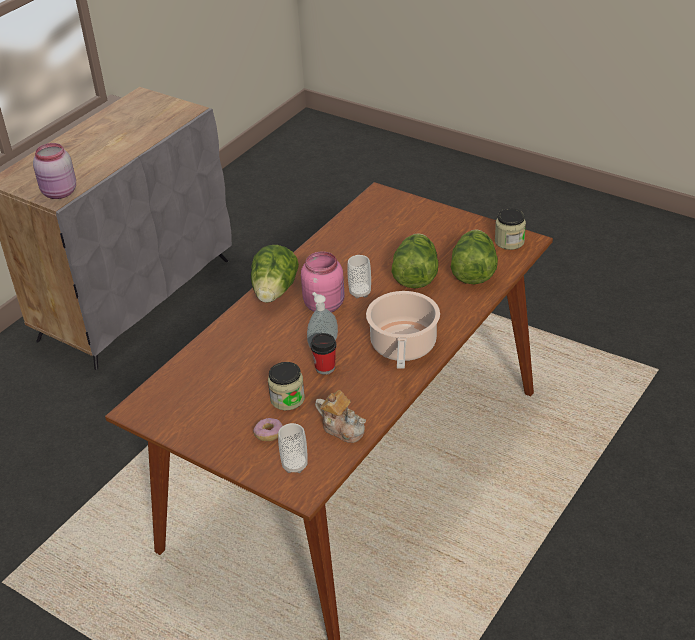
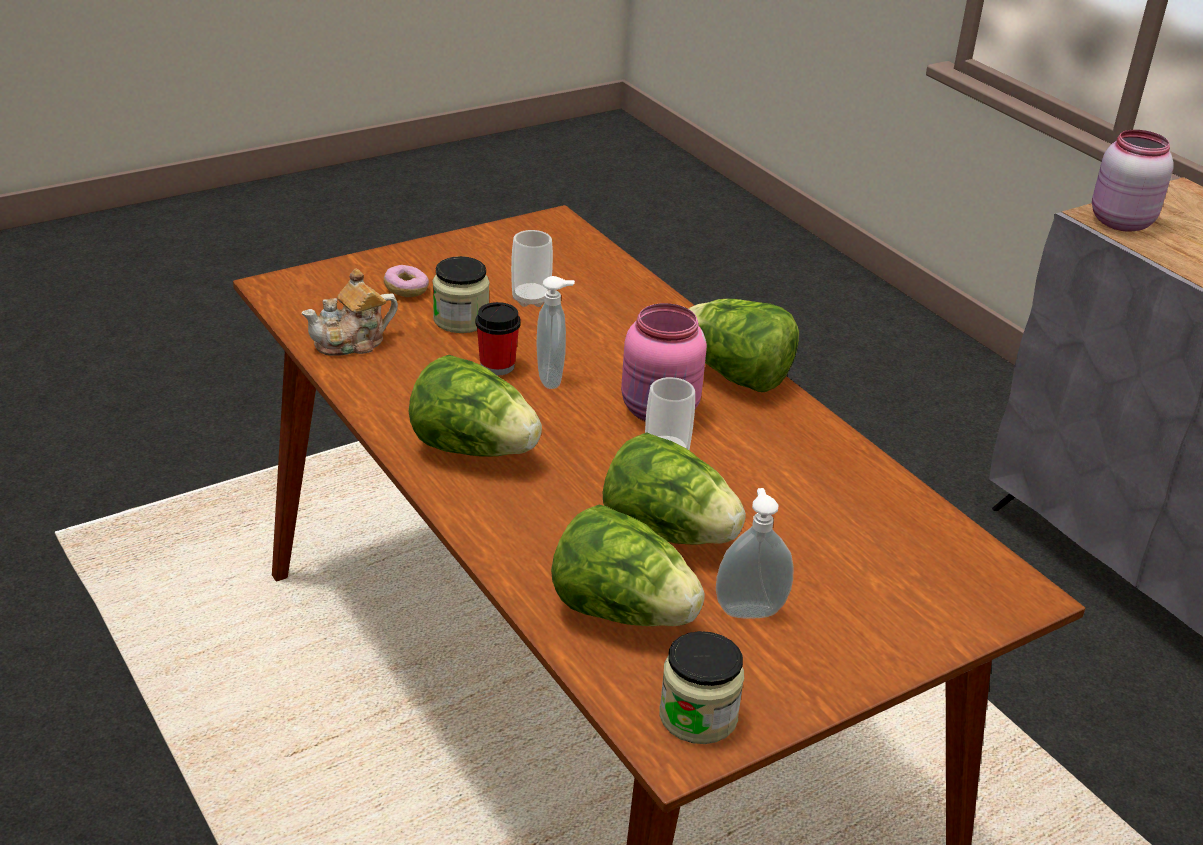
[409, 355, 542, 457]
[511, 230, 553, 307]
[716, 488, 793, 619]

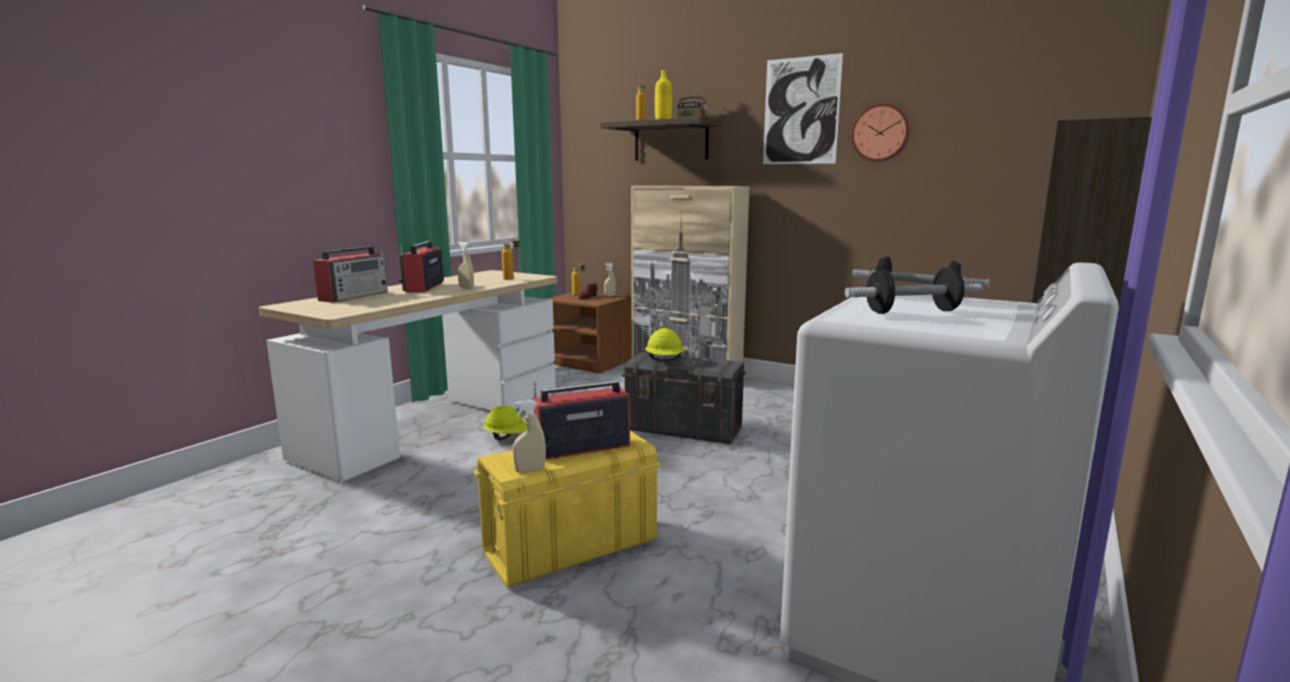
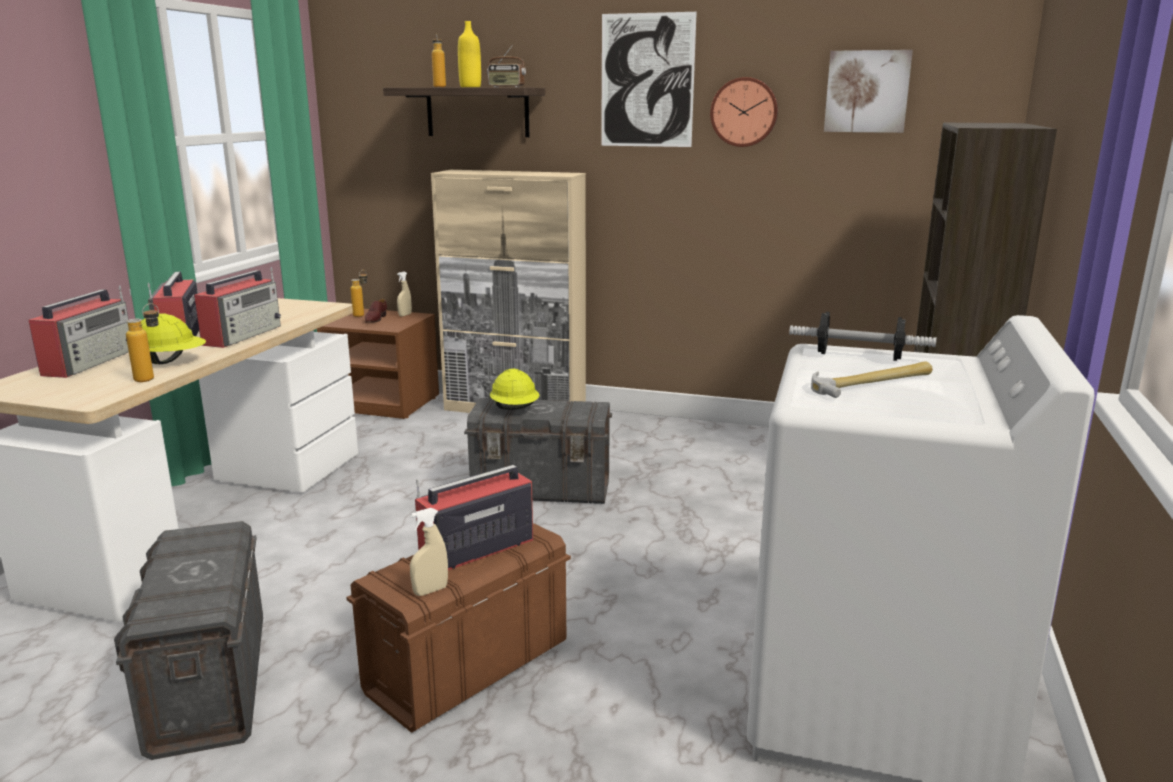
[126, 303, 159, 382]
[194, 267, 281, 348]
[811, 361, 933, 398]
[141, 313, 206, 364]
[346, 523, 571, 733]
[824, 50, 913, 133]
[114, 521, 263, 760]

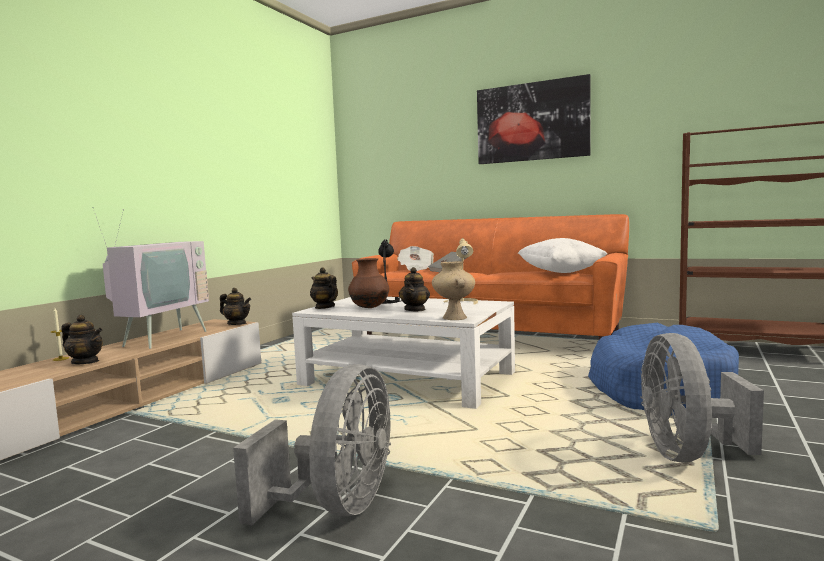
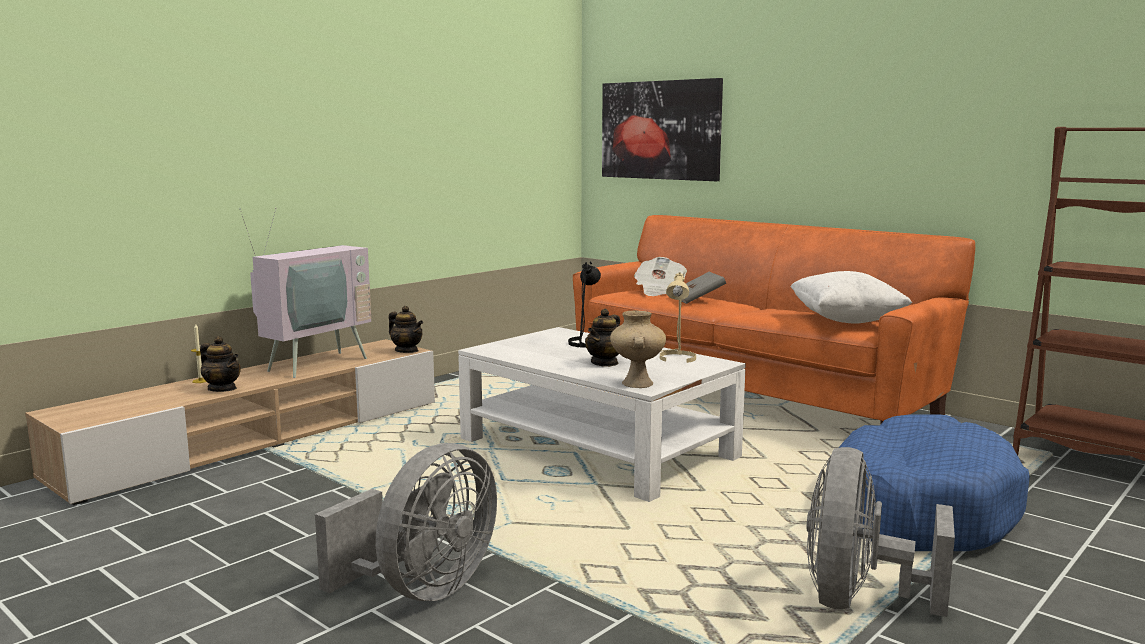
[602, 78, 723, 181]
[348, 258, 389, 308] (first image)
[310, 267, 338, 309] (first image)

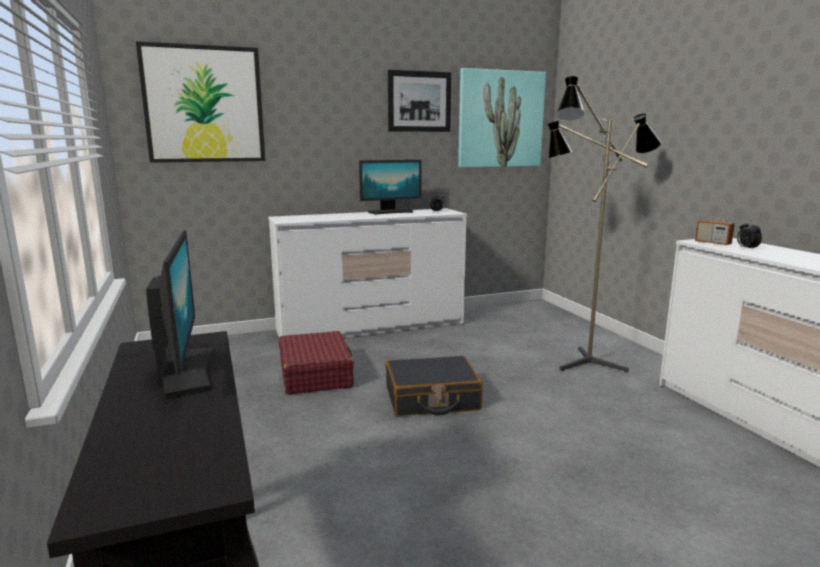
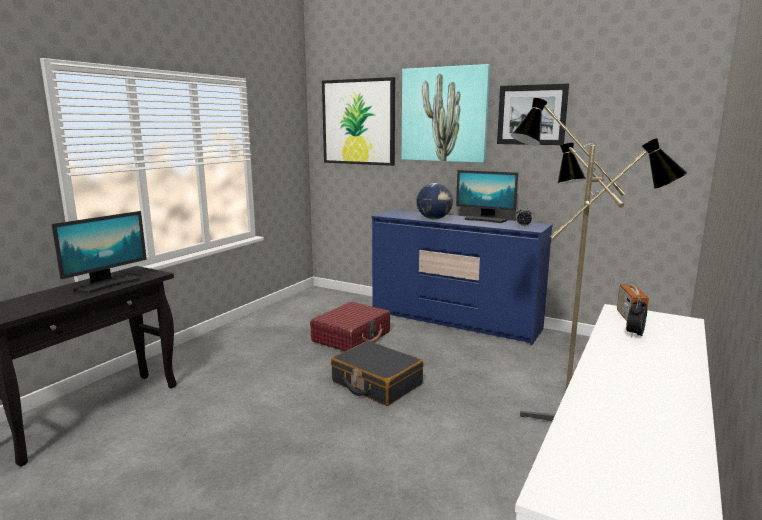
[401, 64, 490, 163]
[372, 210, 553, 345]
[416, 183, 453, 219]

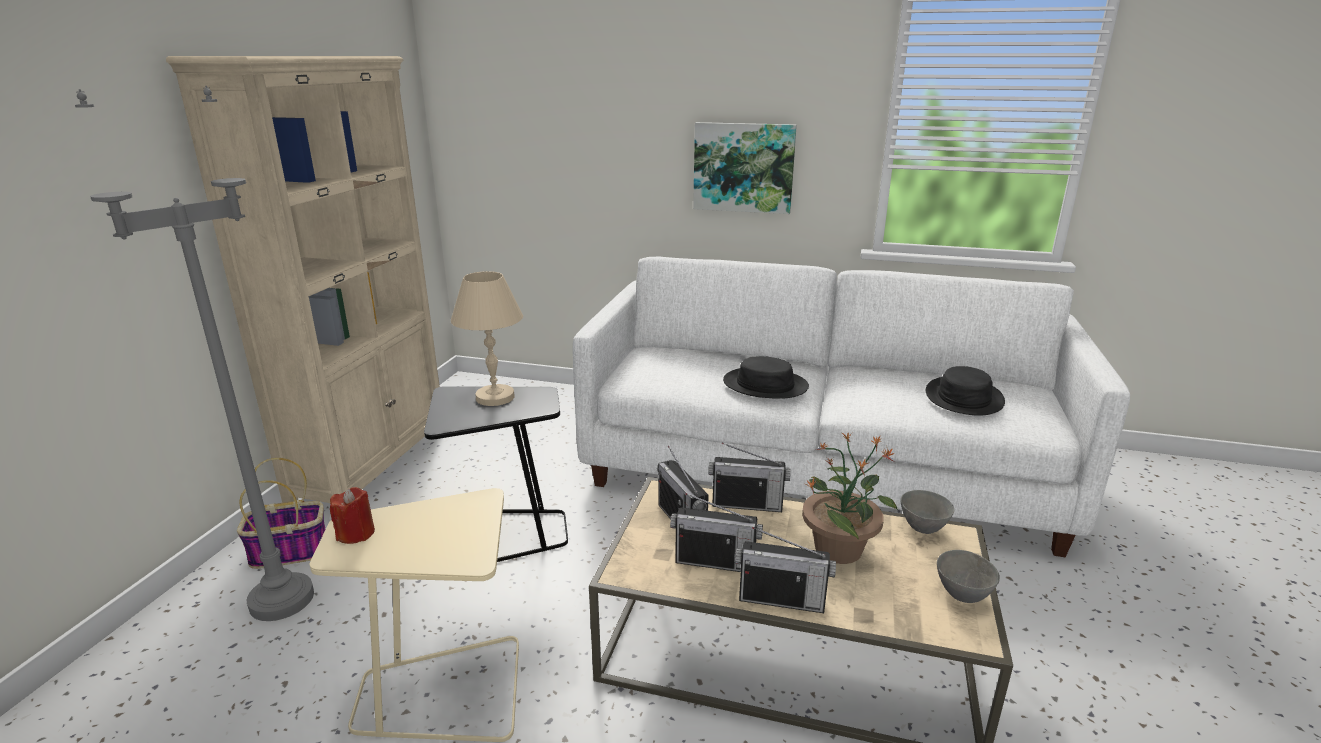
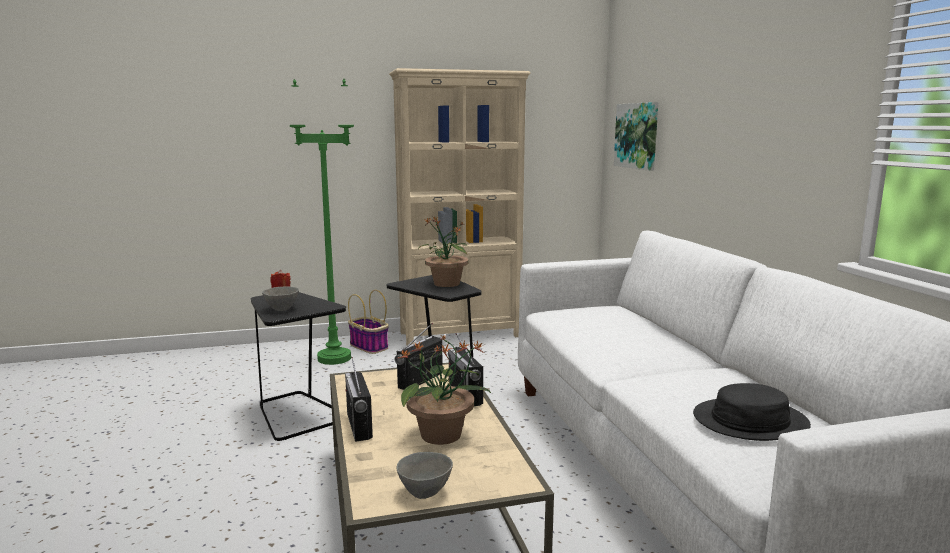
[290, 79, 354, 365]
[614, 102, 658, 171]
[418, 216, 469, 287]
[723, 356, 809, 399] (first image)
[251, 292, 346, 441]
[262, 287, 299, 311]
[670, 493, 763, 572] (first image)

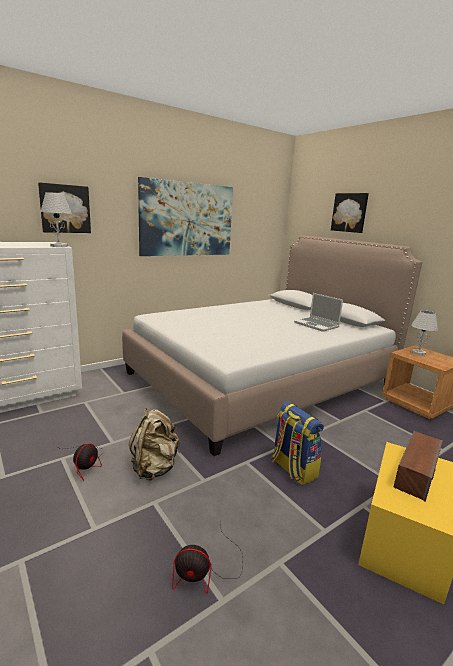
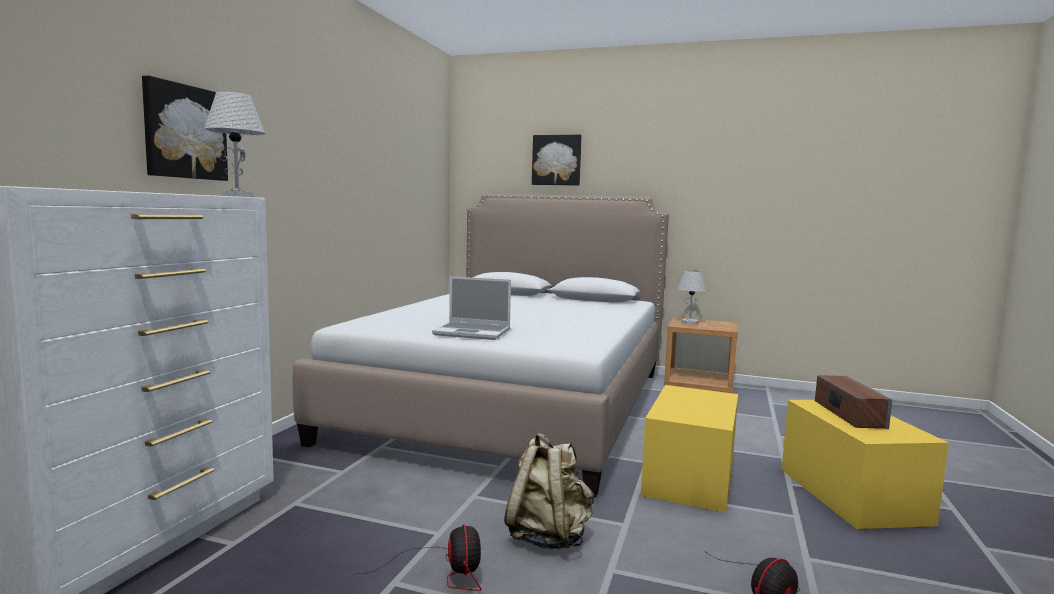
[138, 177, 233, 256] (first image)
[432, 276, 511, 340]
[641, 385, 738, 513]

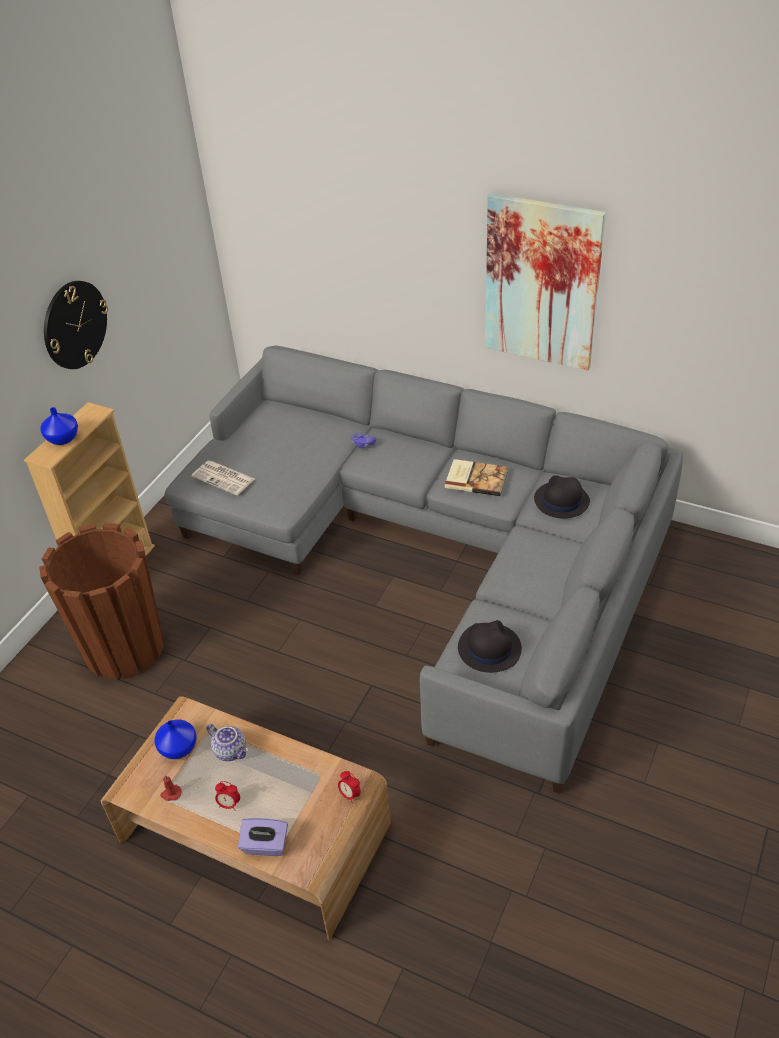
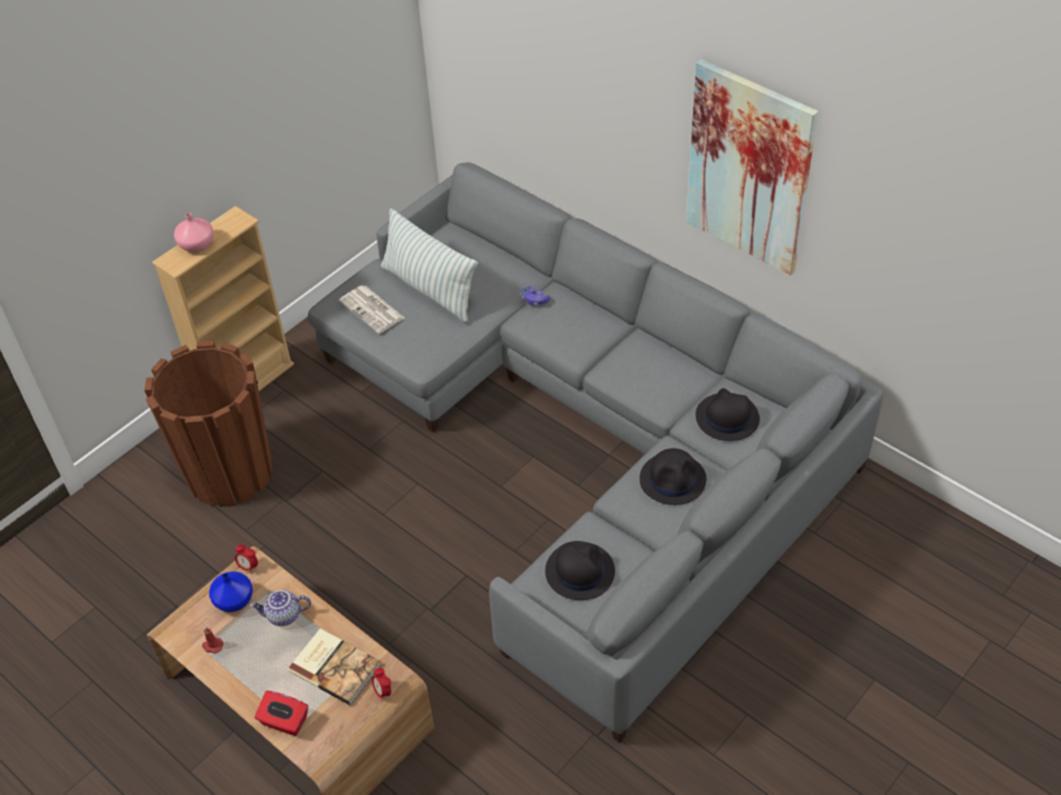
[44, 281, 108, 369] (first image)
[174, 213, 214, 253]
[288, 629, 381, 705]
[250, 590, 311, 626]
[235, 543, 258, 574]
[255, 691, 308, 736]
[381, 208, 478, 323]
[640, 448, 706, 505]

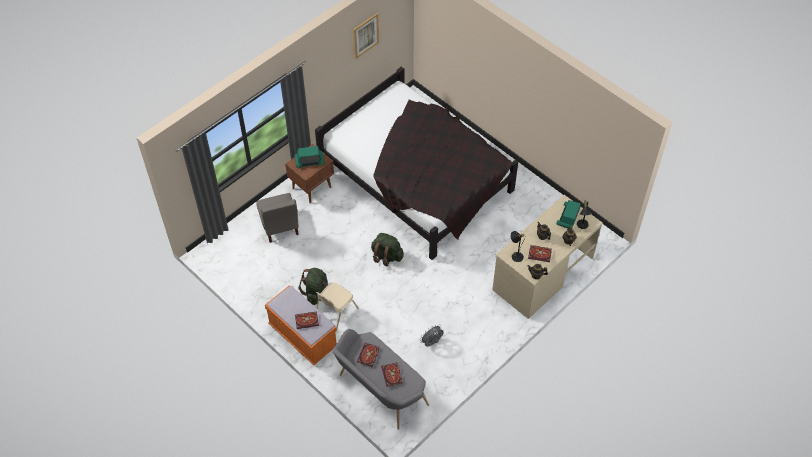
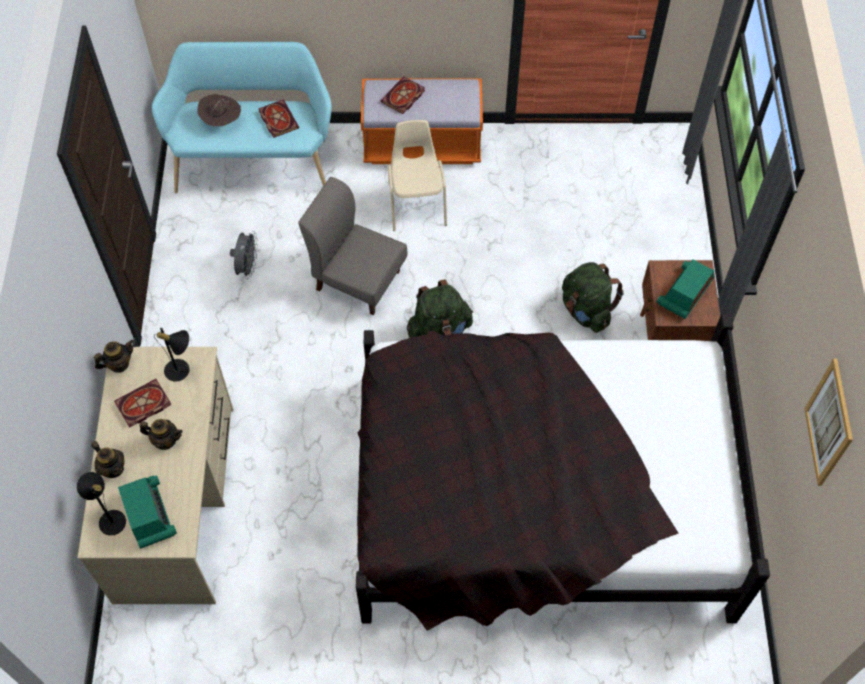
[298, 177, 407, 315]
[562, 262, 624, 333]
[152, 42, 332, 193]
[198, 94, 241, 126]

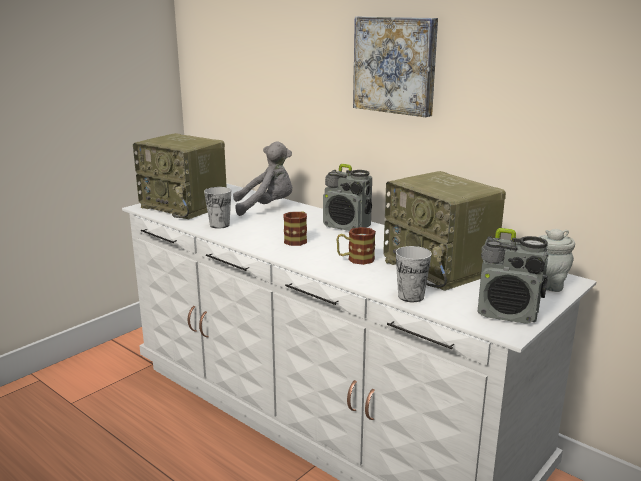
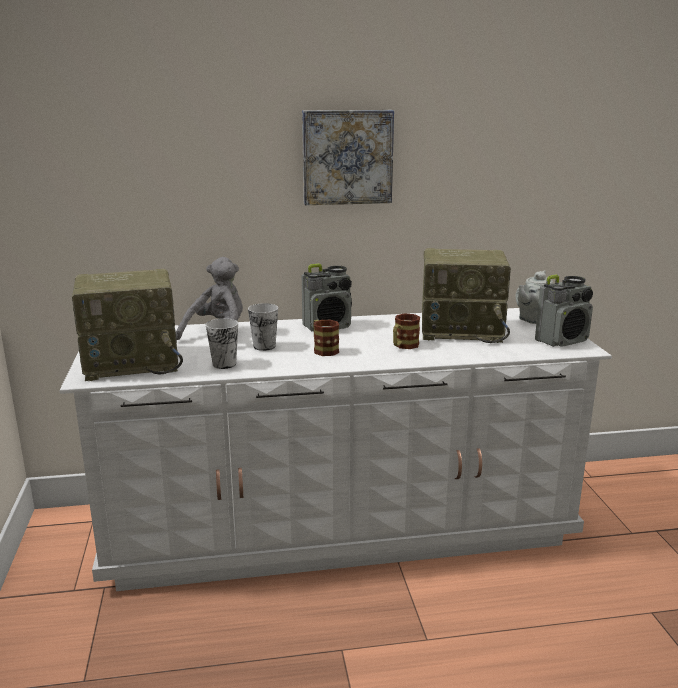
[248, 303, 278, 351]

